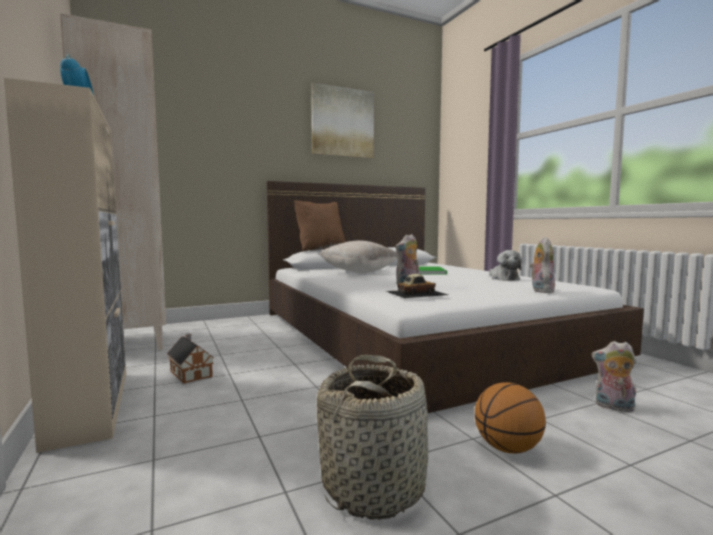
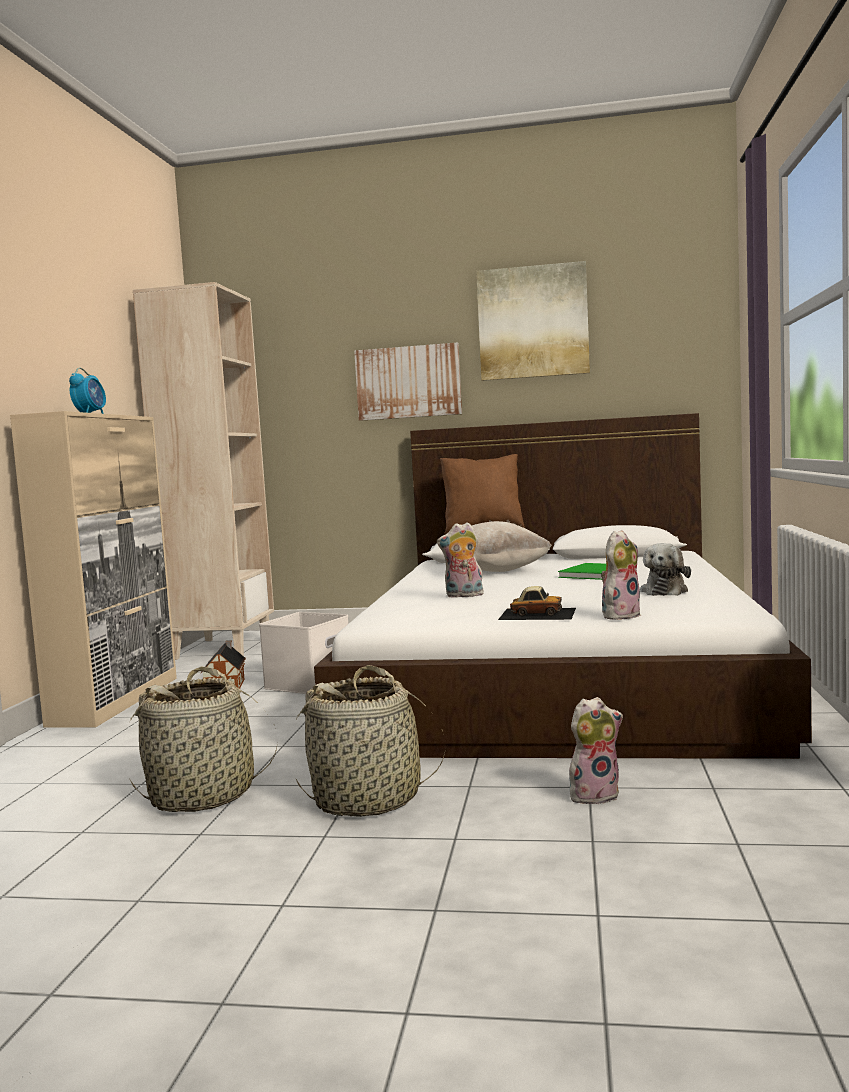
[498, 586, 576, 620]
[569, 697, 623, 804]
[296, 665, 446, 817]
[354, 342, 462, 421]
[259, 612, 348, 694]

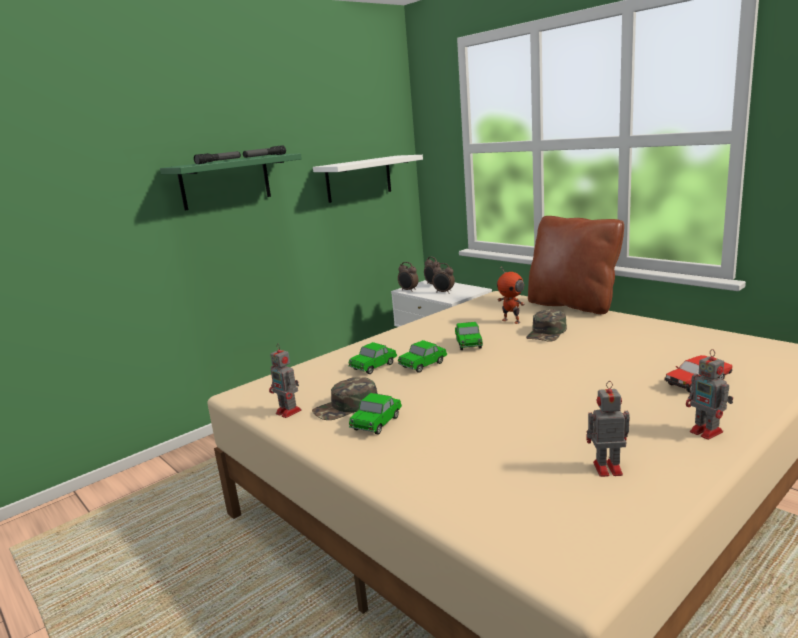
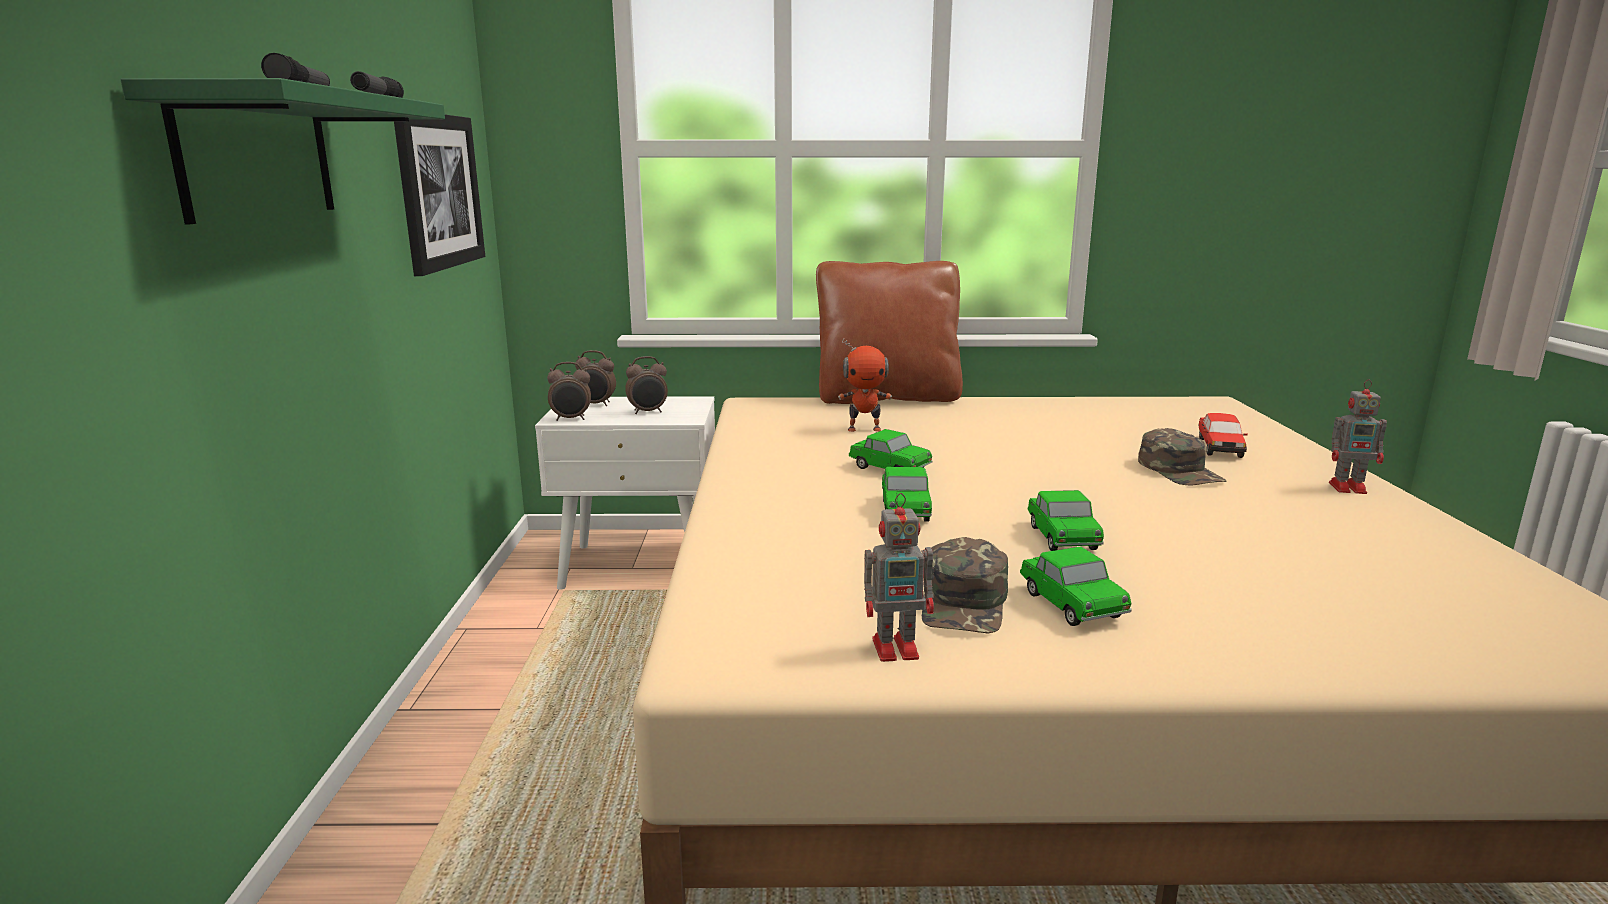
[394, 115, 485, 276]
[1138, 428, 1226, 485]
[1028, 490, 1104, 551]
[586, 381, 630, 477] (first image)

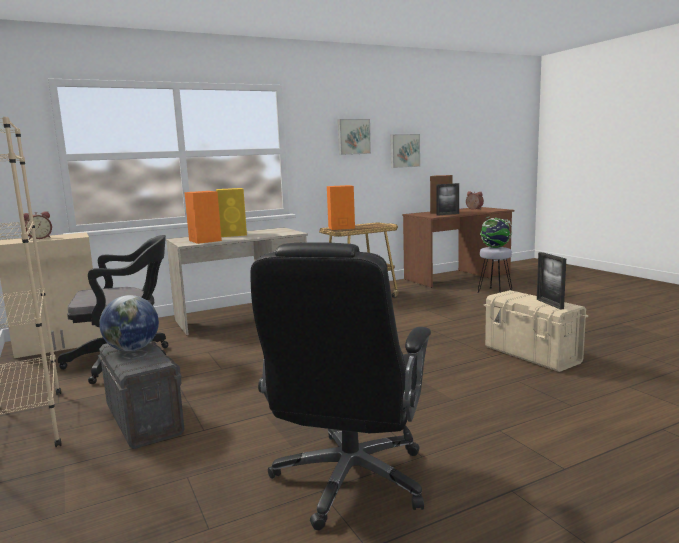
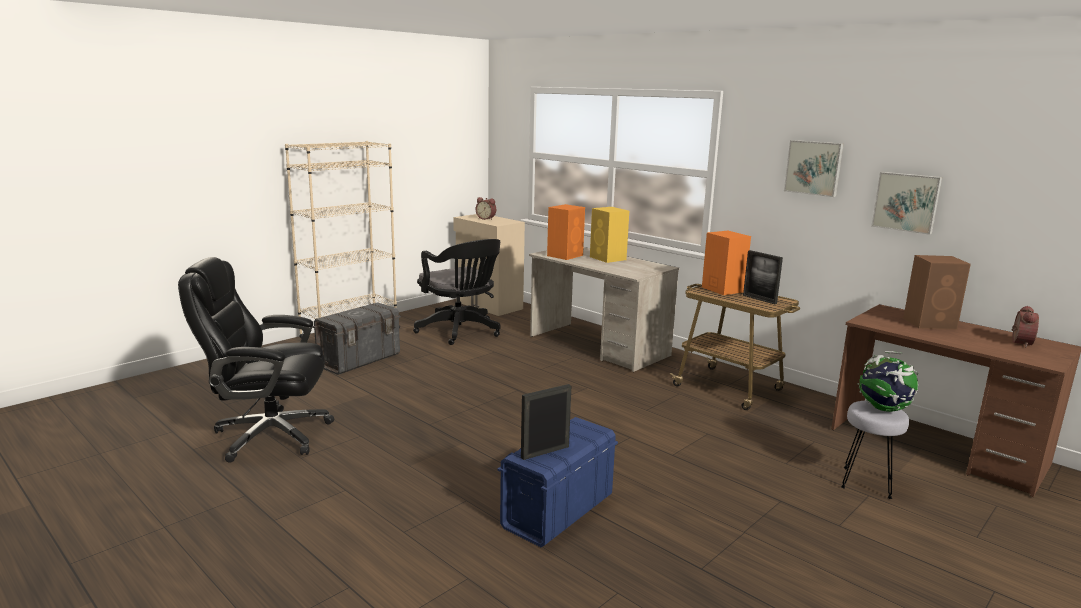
[743, 250, 783, 304]
[498, 417, 618, 547]
[99, 295, 159, 351] (first image)

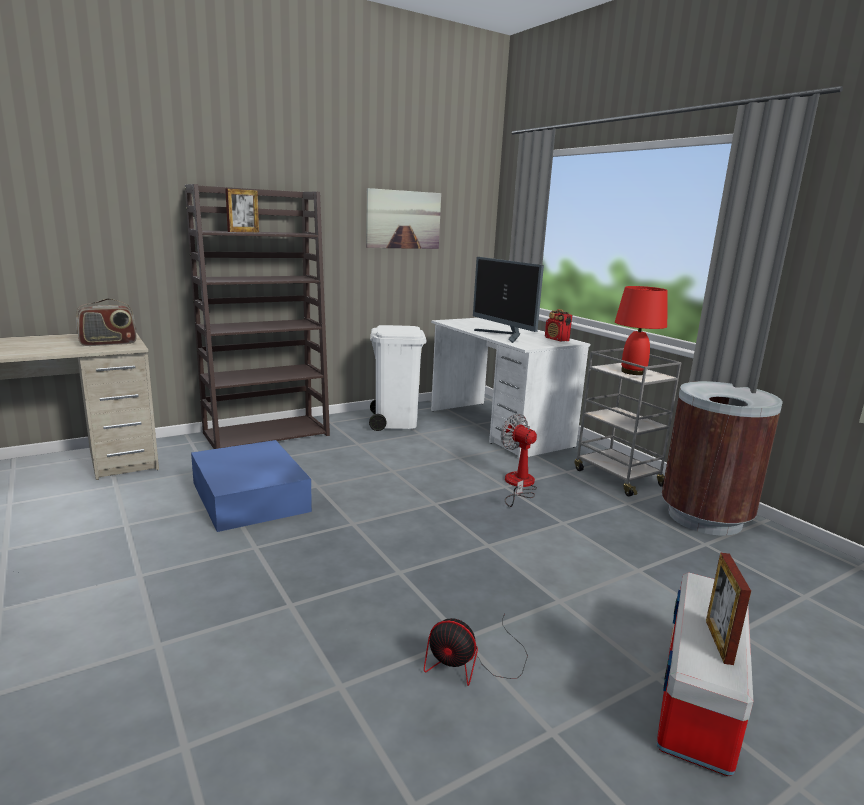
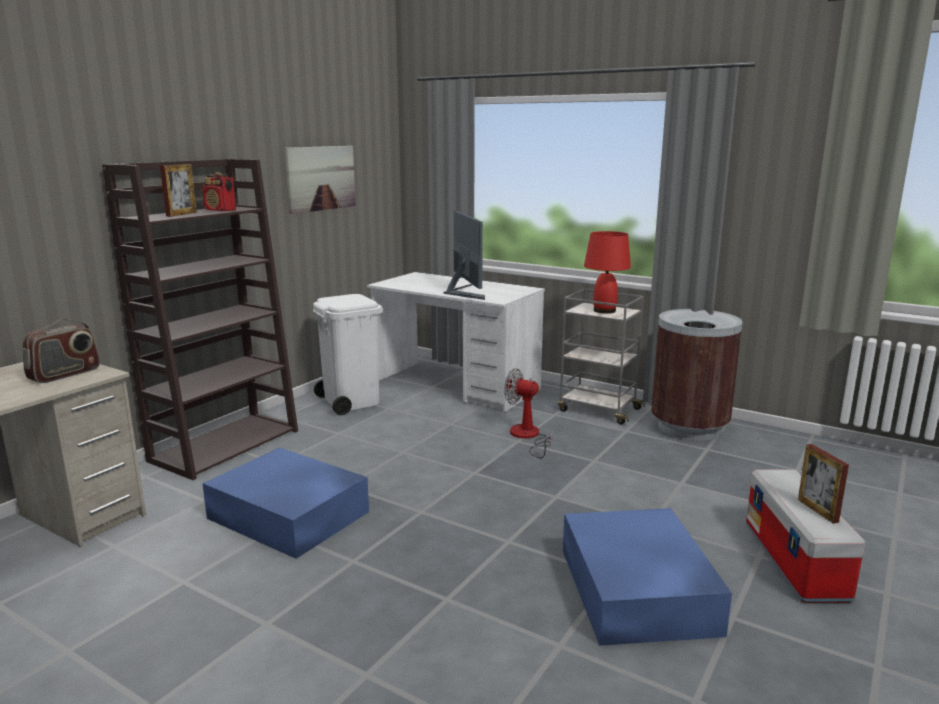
[444, 211, 485, 300]
[202, 172, 236, 212]
[563, 508, 732, 646]

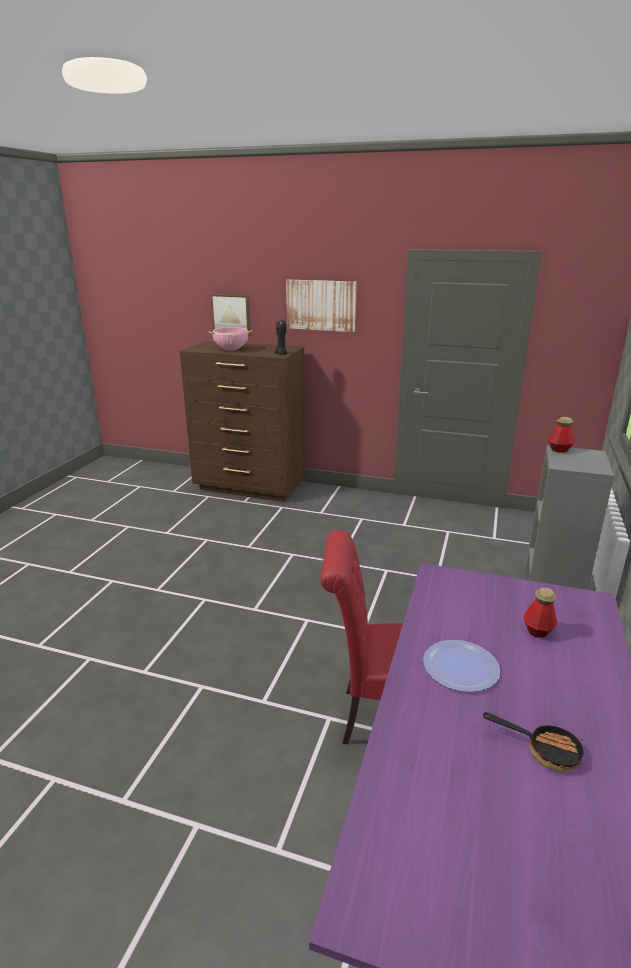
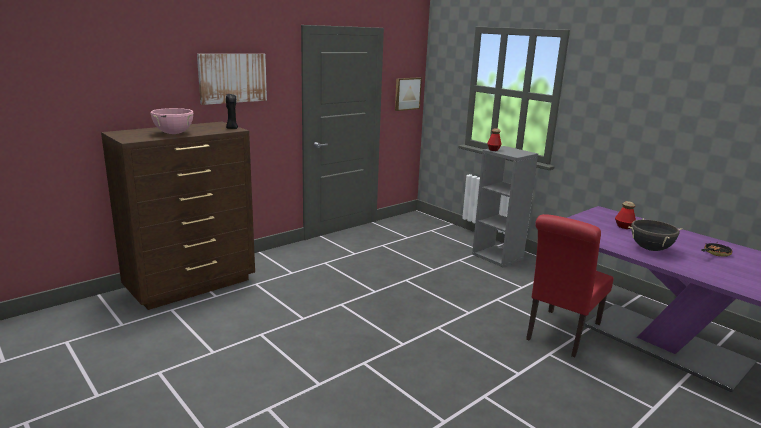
[395, 77, 422, 111]
[628, 218, 682, 251]

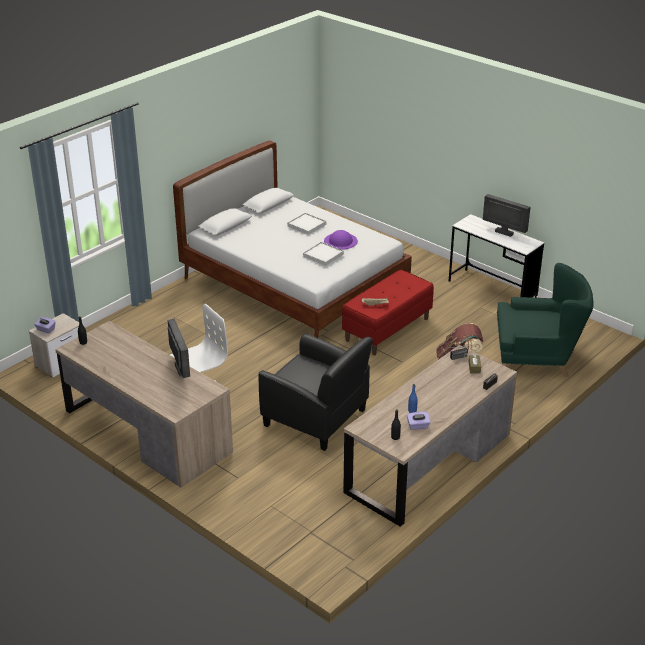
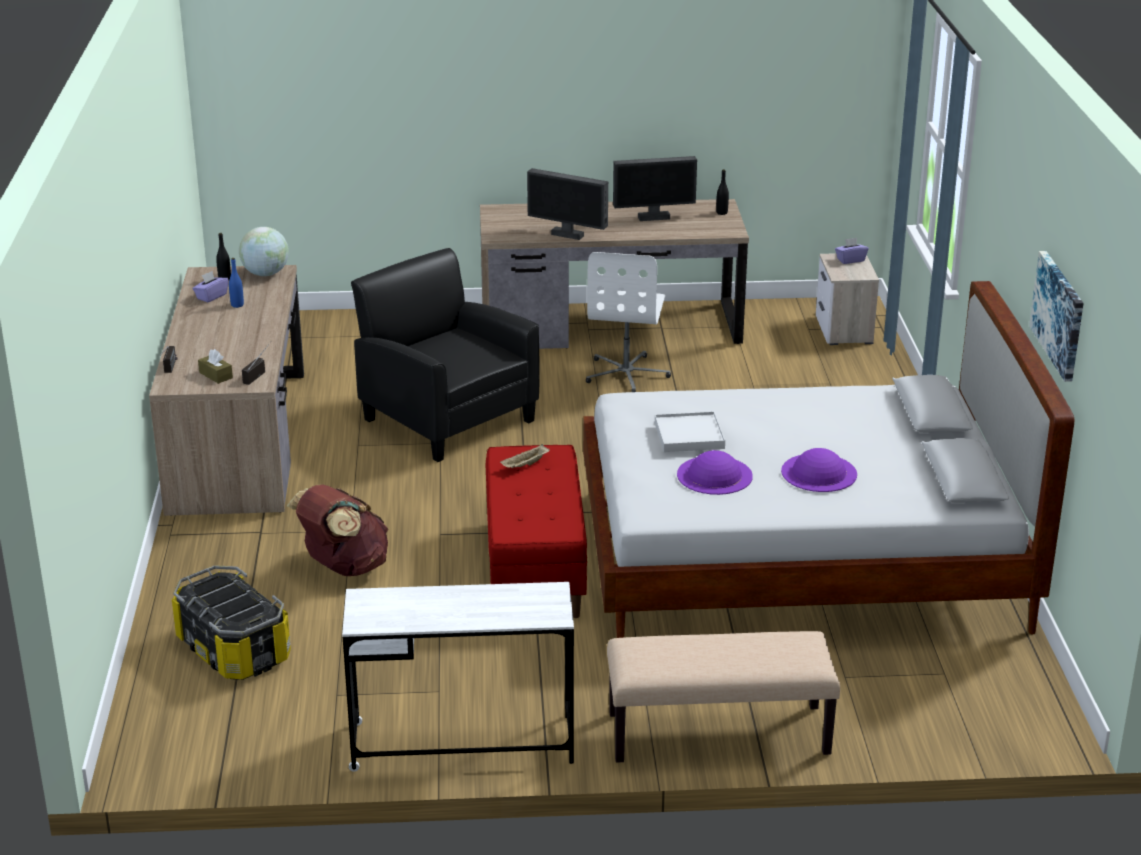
[613, 156, 697, 221]
[781, 448, 857, 492]
[172, 565, 291, 680]
[351, 248, 539, 462]
[239, 227, 289, 276]
[1029, 251, 1084, 382]
[607, 631, 840, 762]

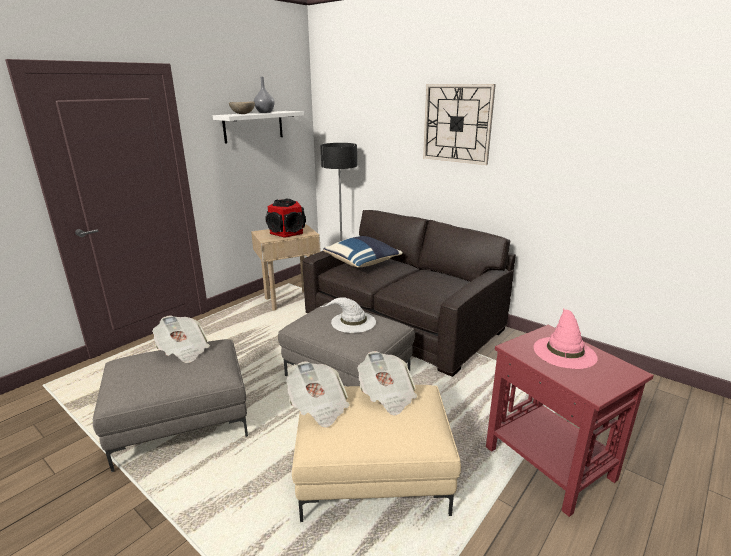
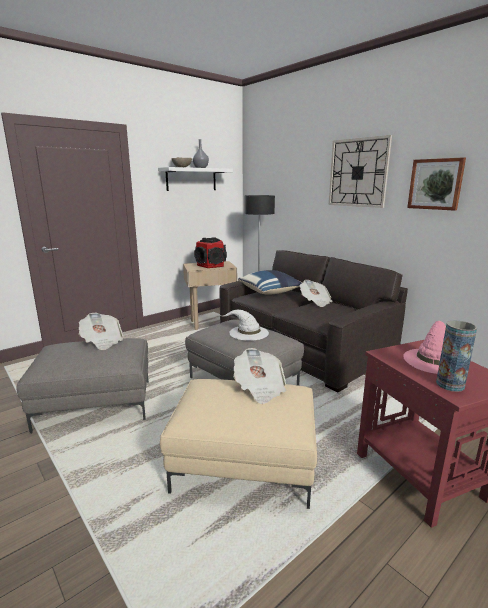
[300, 280, 332, 307]
[407, 157, 466, 211]
[436, 321, 477, 392]

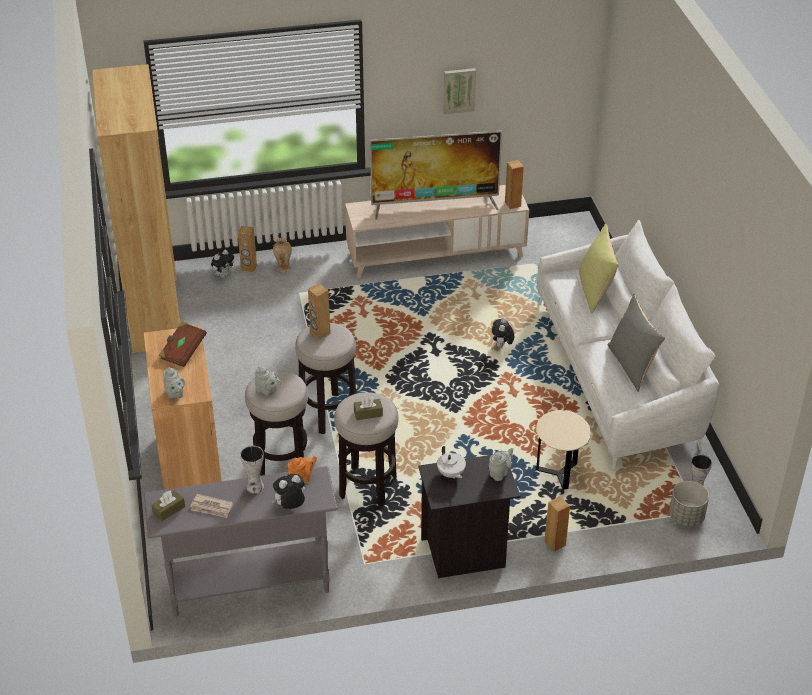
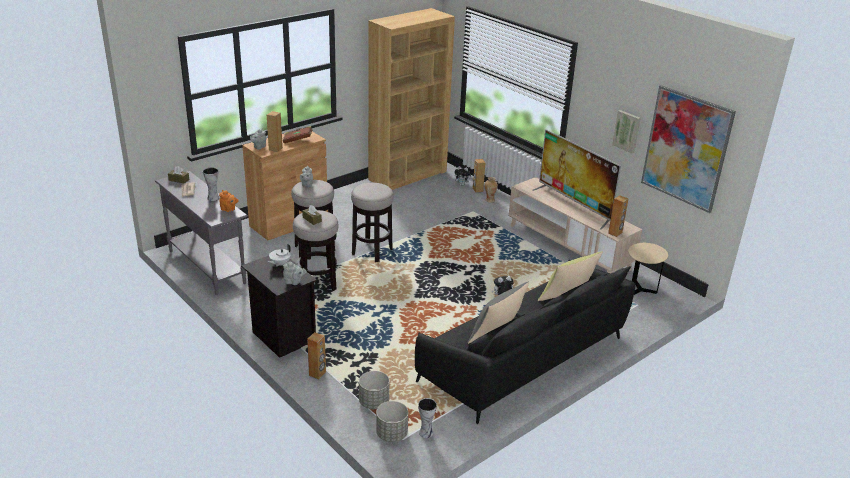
[415, 259, 635, 424]
[267, 111, 283, 152]
[628, 243, 668, 295]
[271, 474, 305, 509] (first image)
[641, 85, 736, 213]
[359, 371, 389, 409]

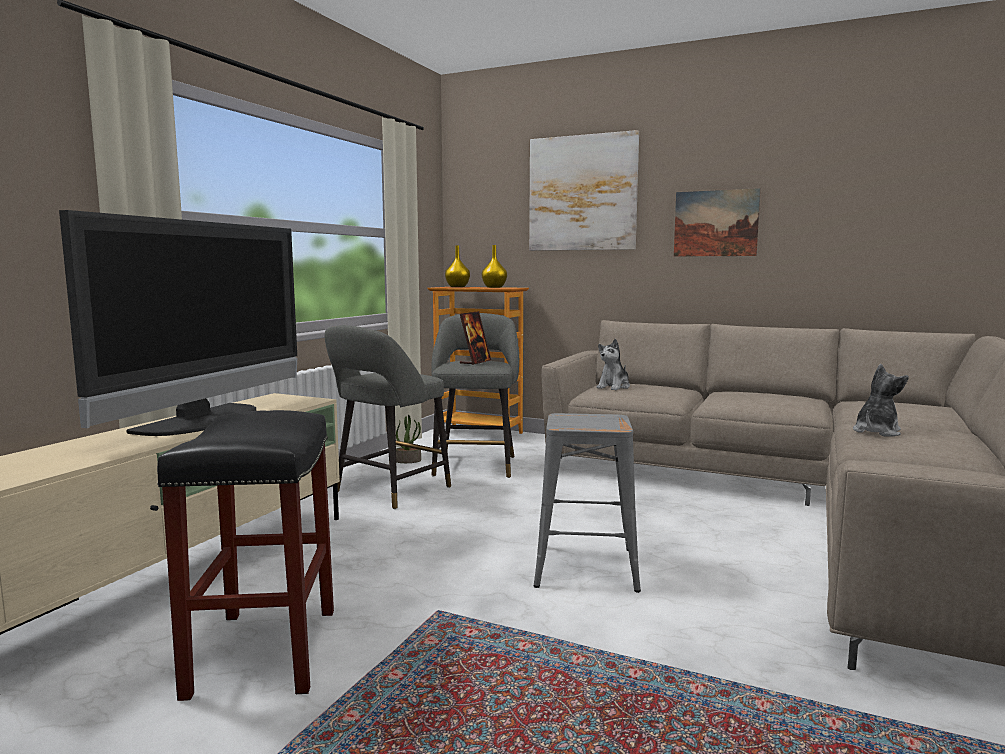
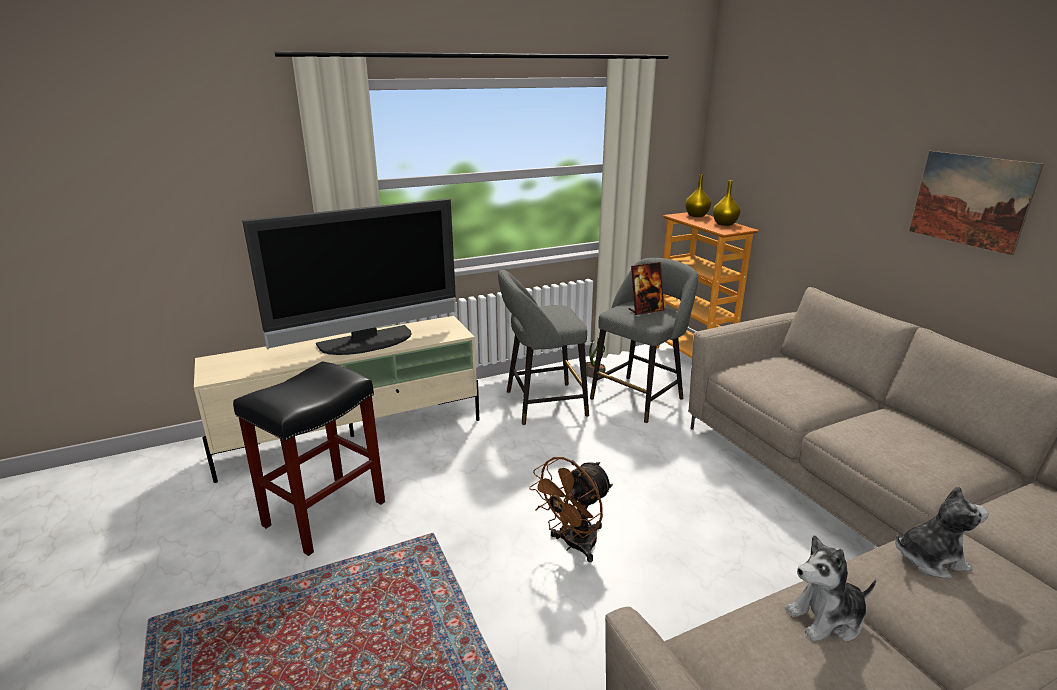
[529, 130, 639, 251] (first image)
[785, 535, 876, 642]
[529, 457, 613, 562]

